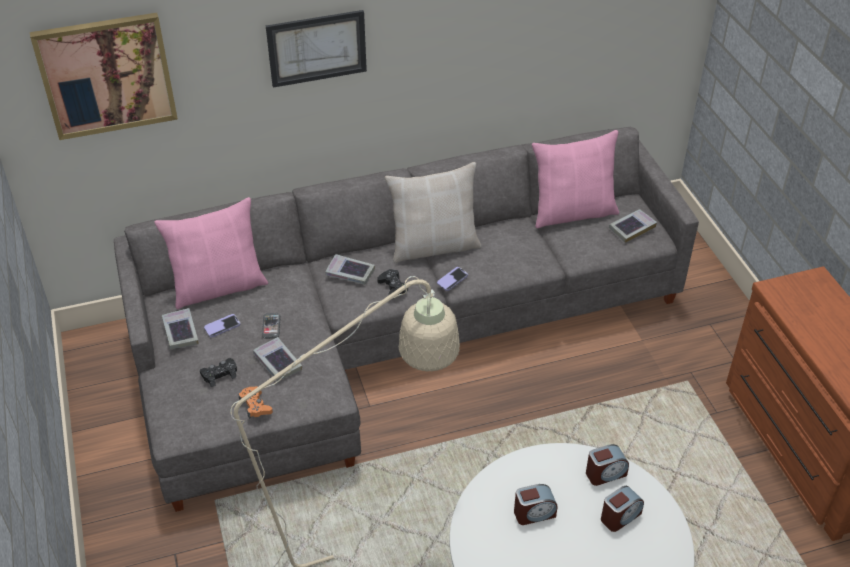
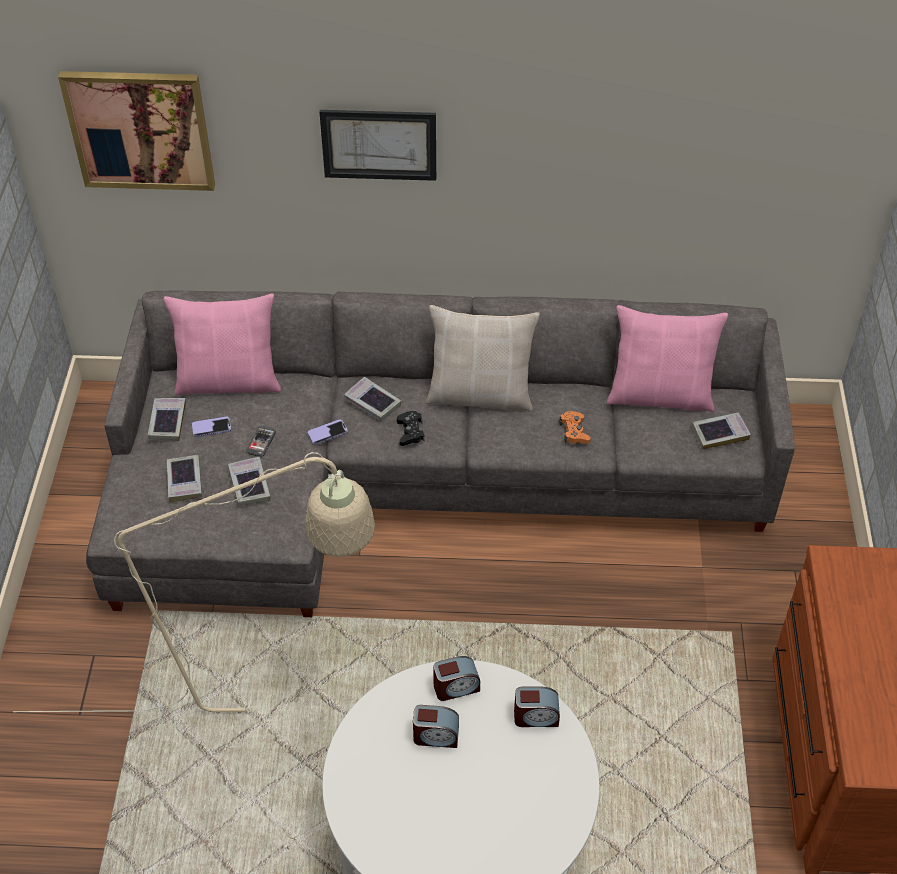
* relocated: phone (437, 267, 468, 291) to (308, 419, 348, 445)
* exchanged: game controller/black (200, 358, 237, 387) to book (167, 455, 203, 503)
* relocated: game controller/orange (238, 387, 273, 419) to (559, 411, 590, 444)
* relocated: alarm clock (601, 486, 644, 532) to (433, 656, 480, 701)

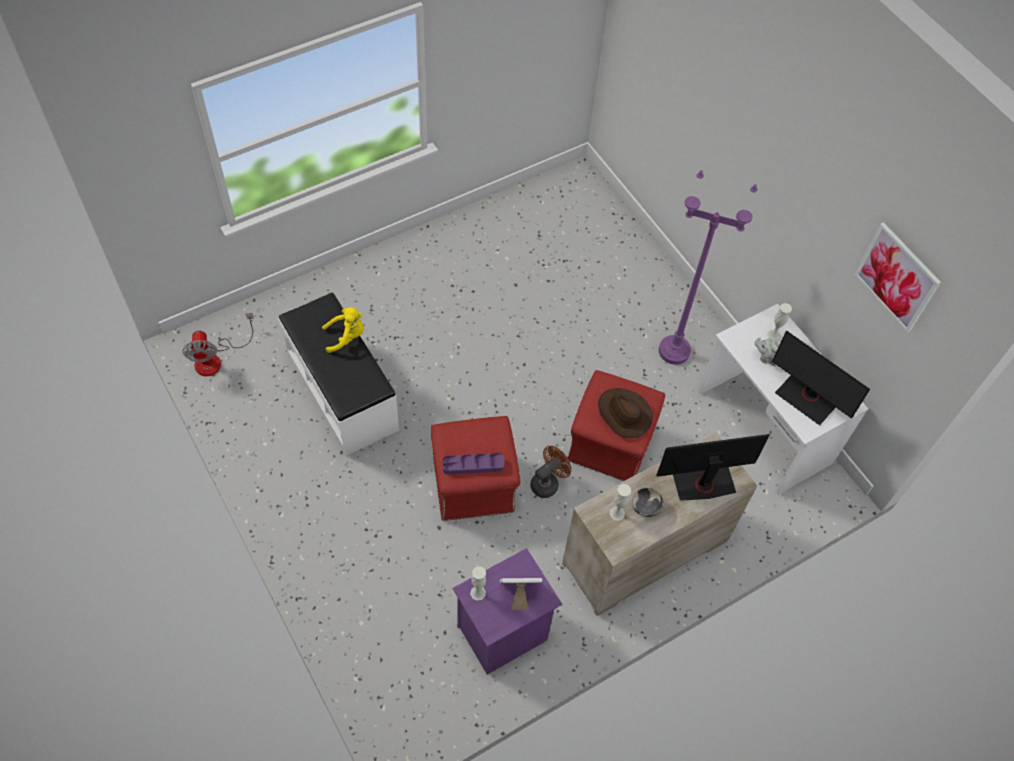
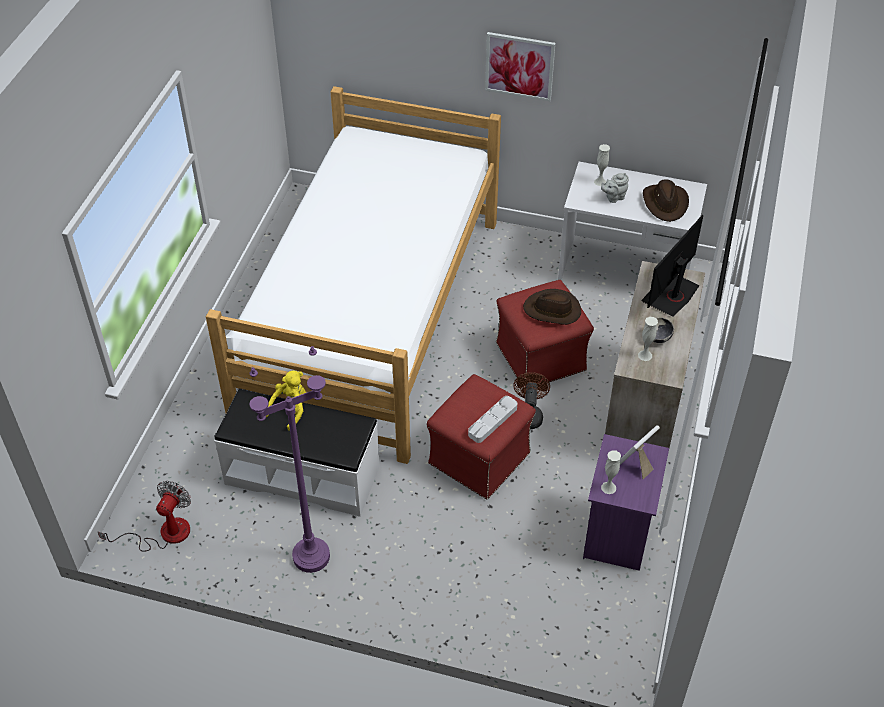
* relocated: floor lamp/purple (659, 170, 758, 365) to (250, 346, 330, 573)
* relocated: picture (854, 222, 941, 333) to (485, 32, 555, 101)
* spun: fan (182, 313, 254, 376) = (97, 481, 191, 552) 105 degrees counterclockwise
* exchanged: monitor (772, 330, 870, 425) to hat/brown (643, 179, 689, 222)
* colour: tray/purple (443, 453, 505, 475) to tray/grey (468, 396, 517, 443)
* appeared: bed (206, 86, 501, 464)

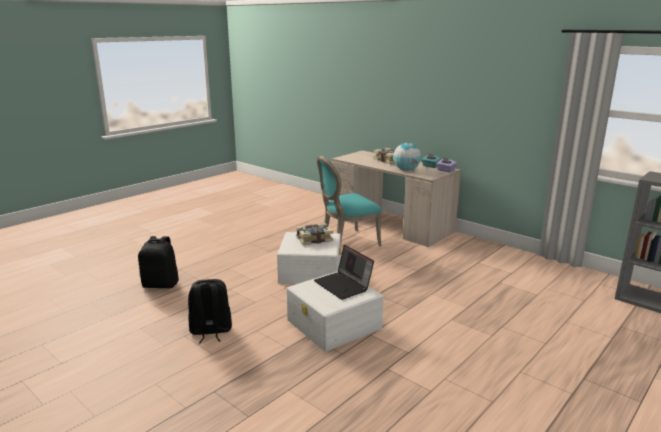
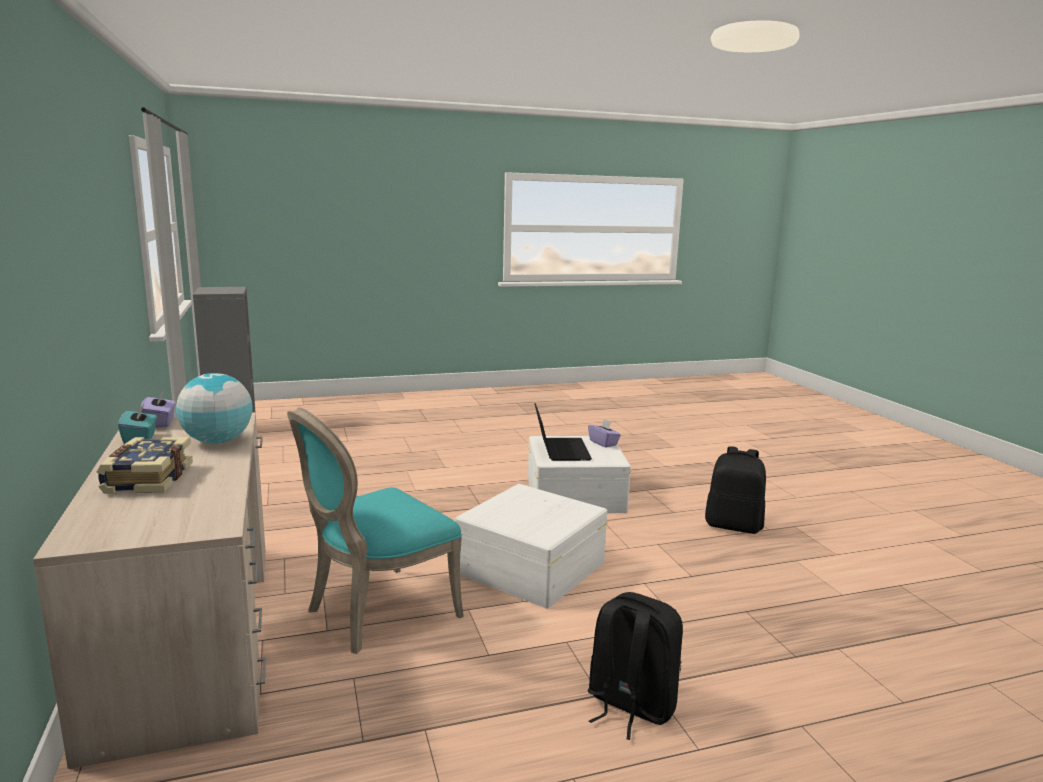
* spun: chair/turquoise (316, 156, 382, 249) = (287, 408, 464, 654) 135 degrees clockwise
* missing: book (296, 223, 333, 245)
* relocated: backpack/black (138, 236, 179, 288) to (588, 592, 683, 740)
* appeared: tissue box/purple (588, 419, 621, 447)

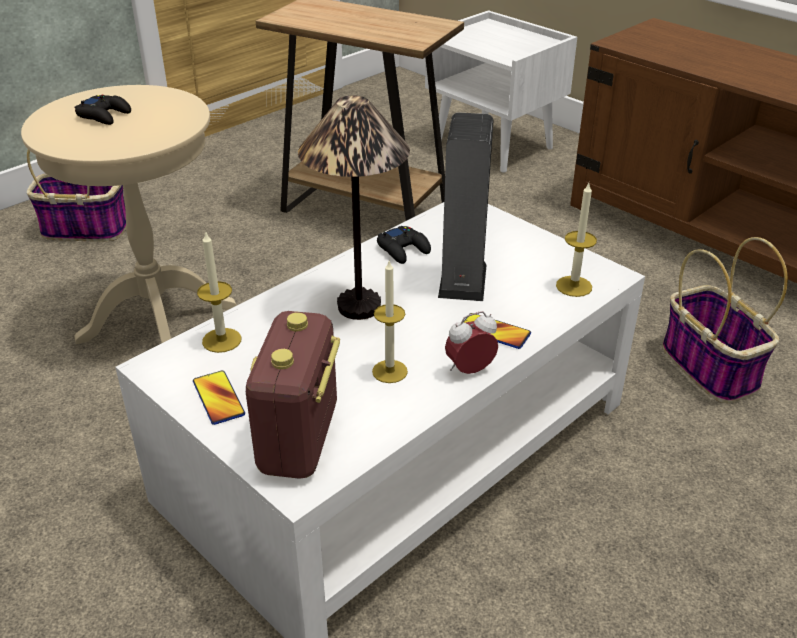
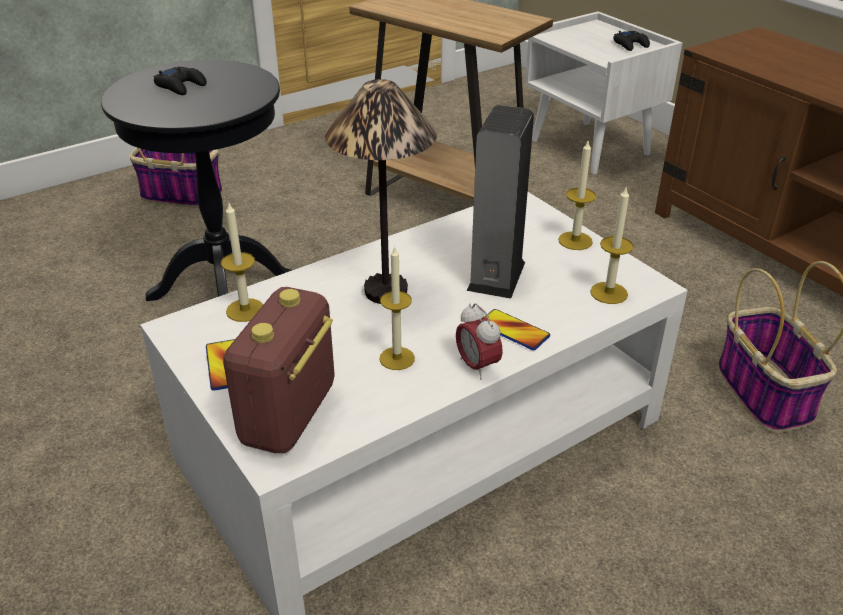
* colour: side table/beige (21, 85, 237, 344) to side table/black (101, 60, 292, 301)
* relocated: game controller/black (377, 226, 431, 264) to (613, 31, 650, 51)
* spun: alarm clock (445, 311, 498, 374) = (456, 303, 503, 380) 105 degrees counterclockwise
* appeared: candle (558, 141, 596, 250)

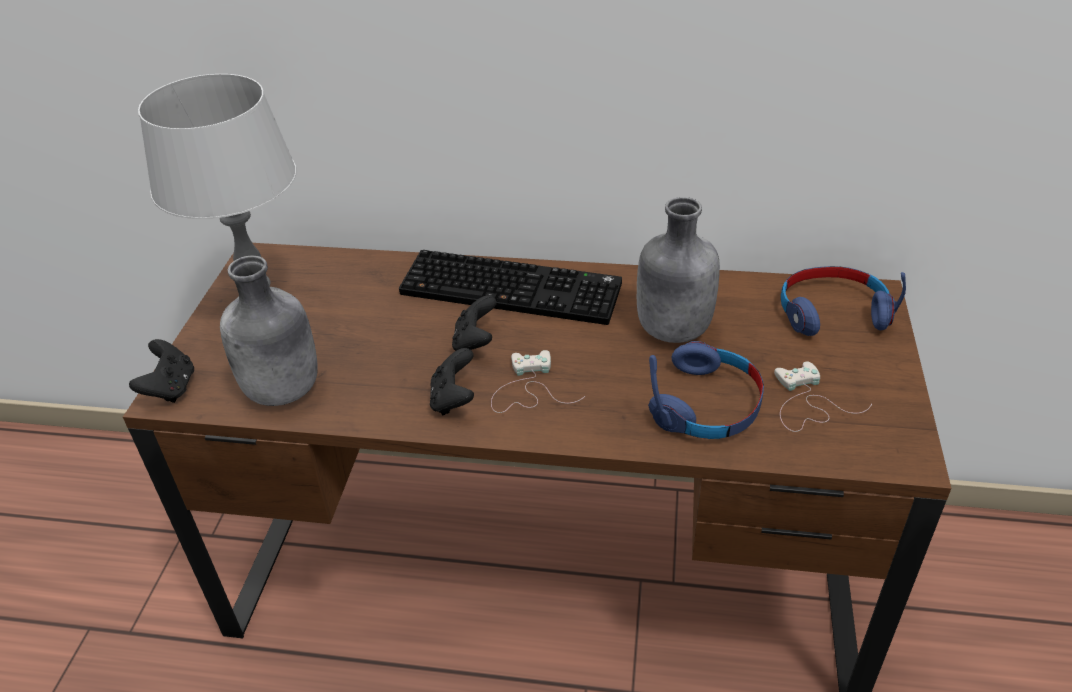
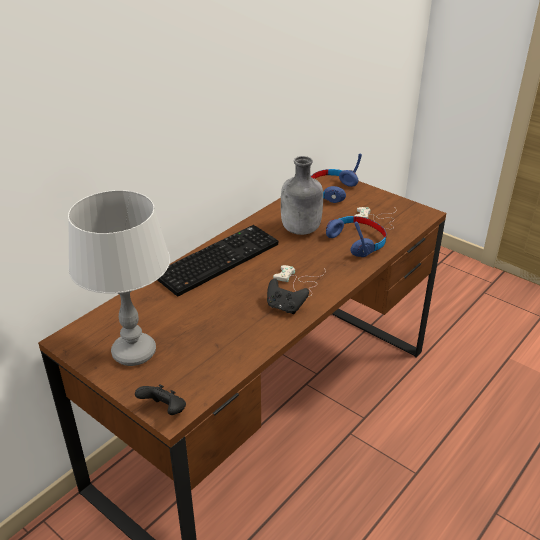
* missing: bottle/grey (220, 256, 318, 406)
* missing: game controller/black (452, 295, 497, 351)

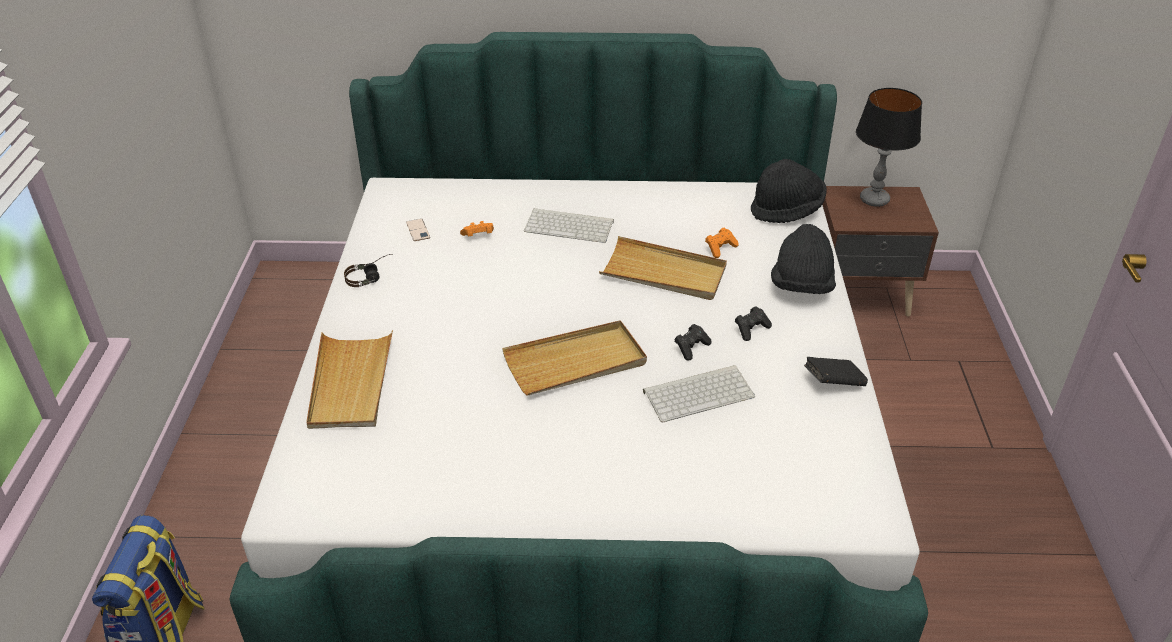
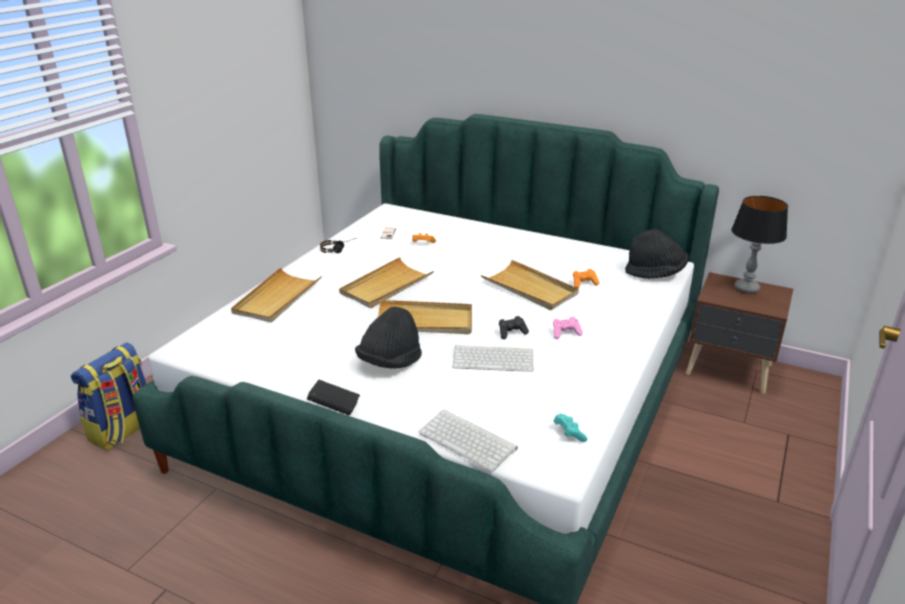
* relocated: keyboard (524, 208, 614, 243) to (419, 409, 518, 472)
* relocated: hat/black (771, 224, 836, 294) to (355, 307, 422, 369)
* colour: game controller/black (735, 307, 772, 341) to game controller/pink (553, 317, 583, 339)
* relocated: book/black (804, 357, 868, 386) to (307, 380, 360, 416)
* appeared: tray/beige (339, 257, 434, 308)
* appeared: game controller/turquoise (554, 414, 587, 442)

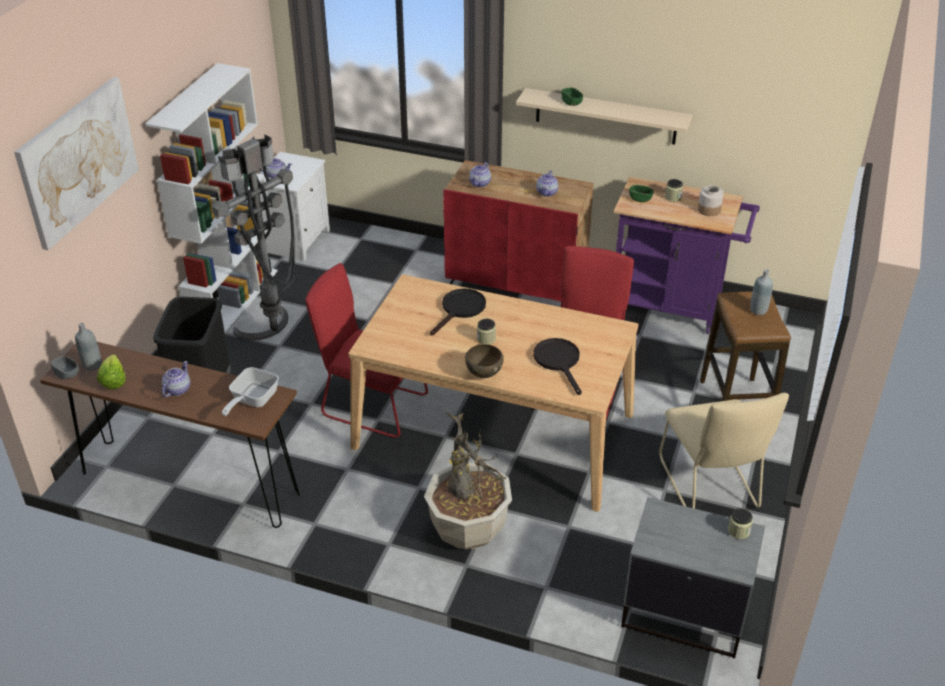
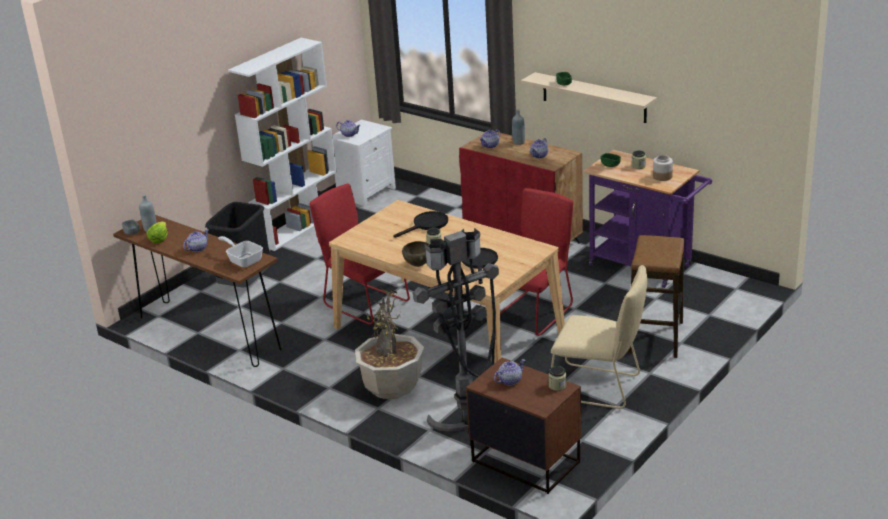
* missing: picture (14, 77, 139, 250)
* relocated: floor lamp/grey (212, 135, 295, 341) to (413, 228, 499, 432)
* relocated: bottle/grey (750, 269, 773, 315) to (512, 109, 525, 145)
* spun: frying pan (222, 367, 279, 416) = (218, 236, 263, 268) 90 degrees clockwise
* spun: chair/beige (659, 393, 789, 509) = (551, 265, 647, 409) 75 degrees counterclockwise
* colour: nightstand/grey (621, 497, 765, 658) to nightstand/brown (466, 358, 581, 494)
* appeared: teapot (494, 359, 525, 386)

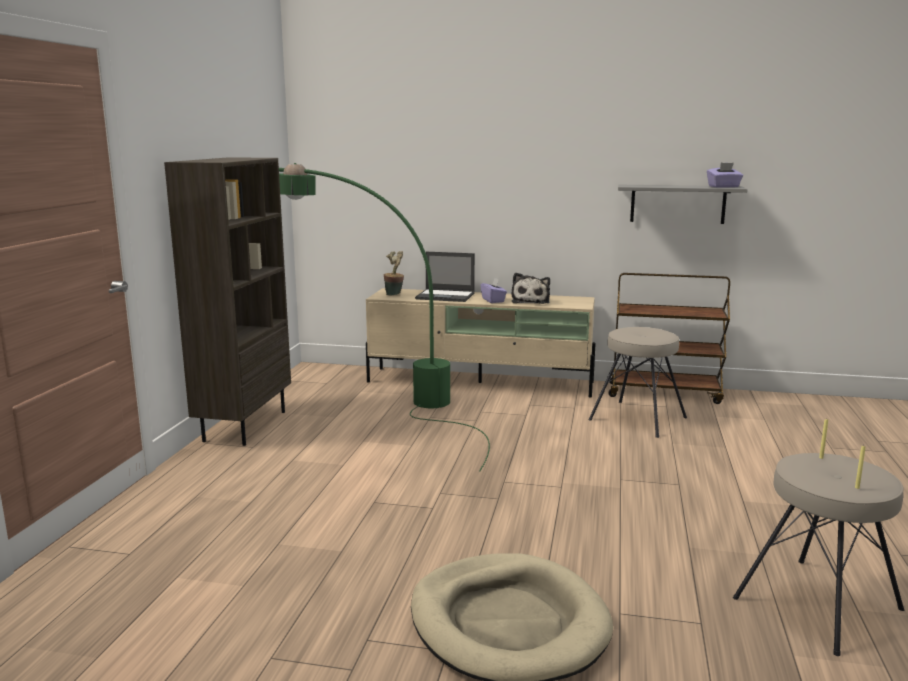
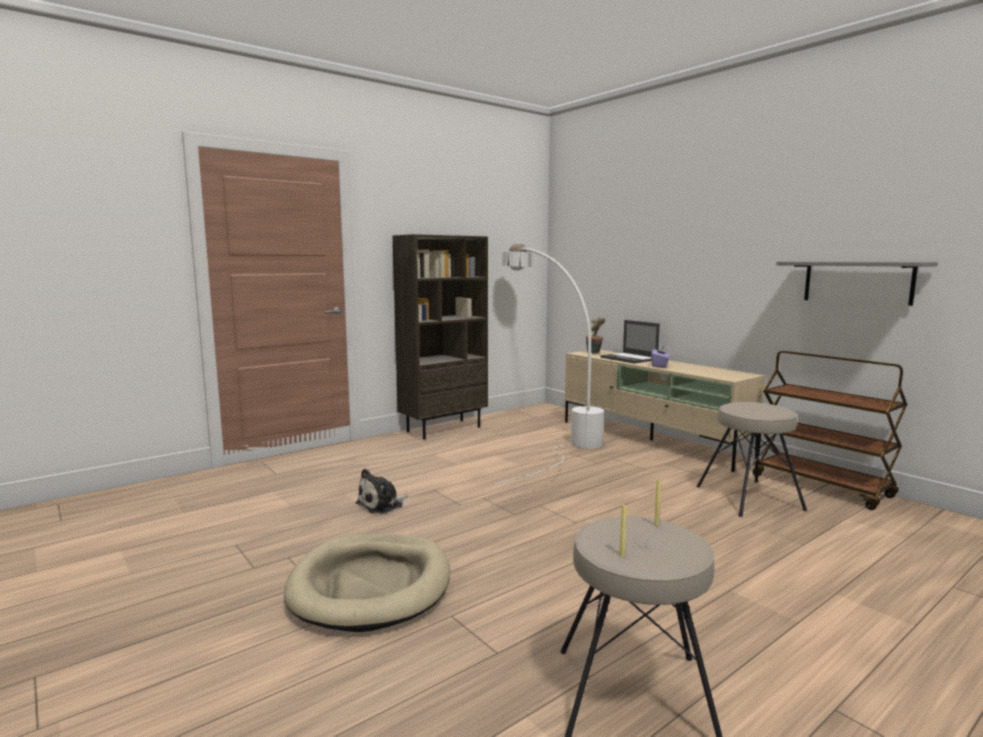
* colour: floor lamp/green (279, 163, 490, 471) to floor lamp/white (495, 243, 604, 484)
* missing: tissue box/purple (707, 163, 743, 188)
* relocated: plush toy (511, 272, 550, 304) to (356, 468, 408, 513)

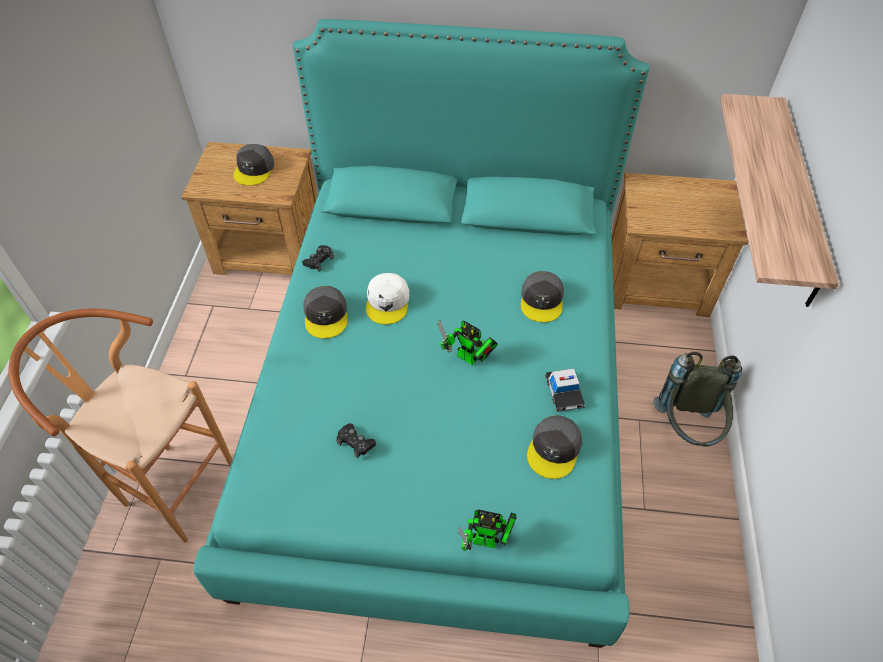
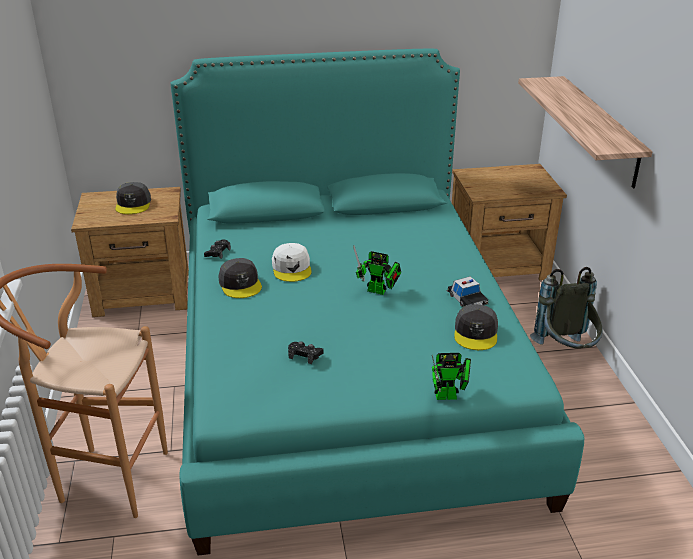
* missing: cap/grey (521, 271, 564, 323)

